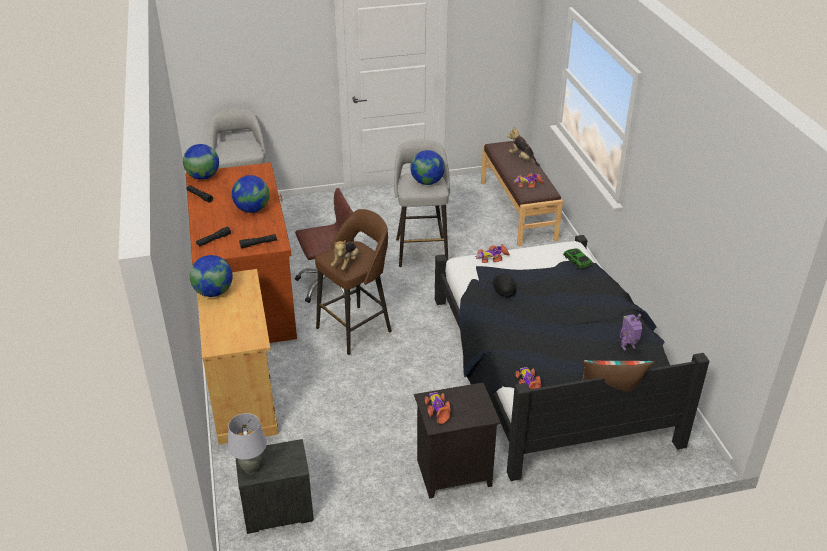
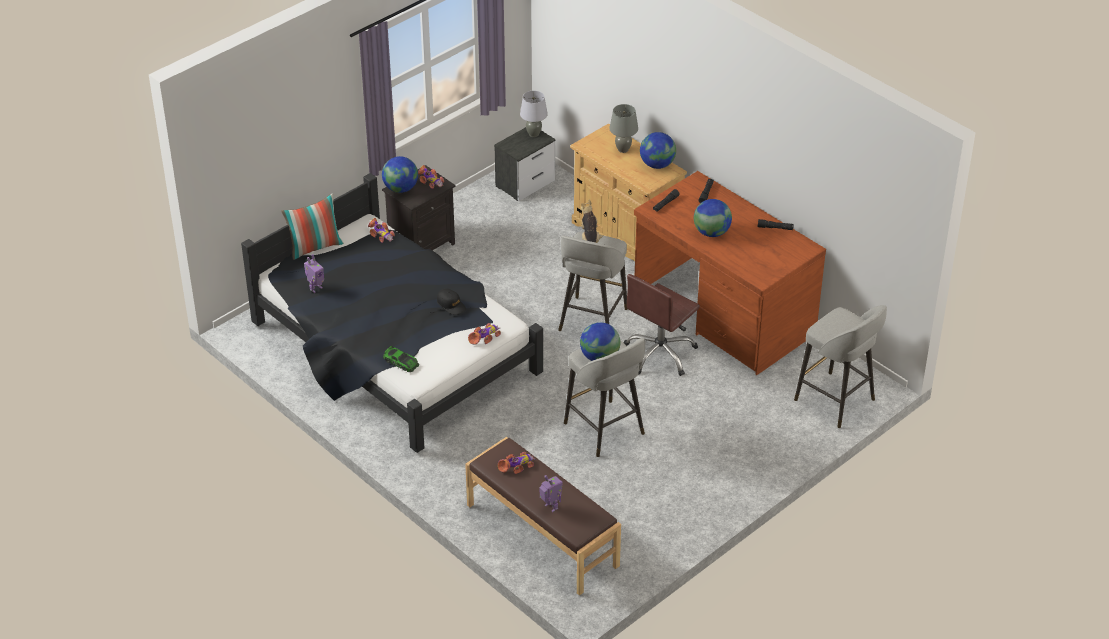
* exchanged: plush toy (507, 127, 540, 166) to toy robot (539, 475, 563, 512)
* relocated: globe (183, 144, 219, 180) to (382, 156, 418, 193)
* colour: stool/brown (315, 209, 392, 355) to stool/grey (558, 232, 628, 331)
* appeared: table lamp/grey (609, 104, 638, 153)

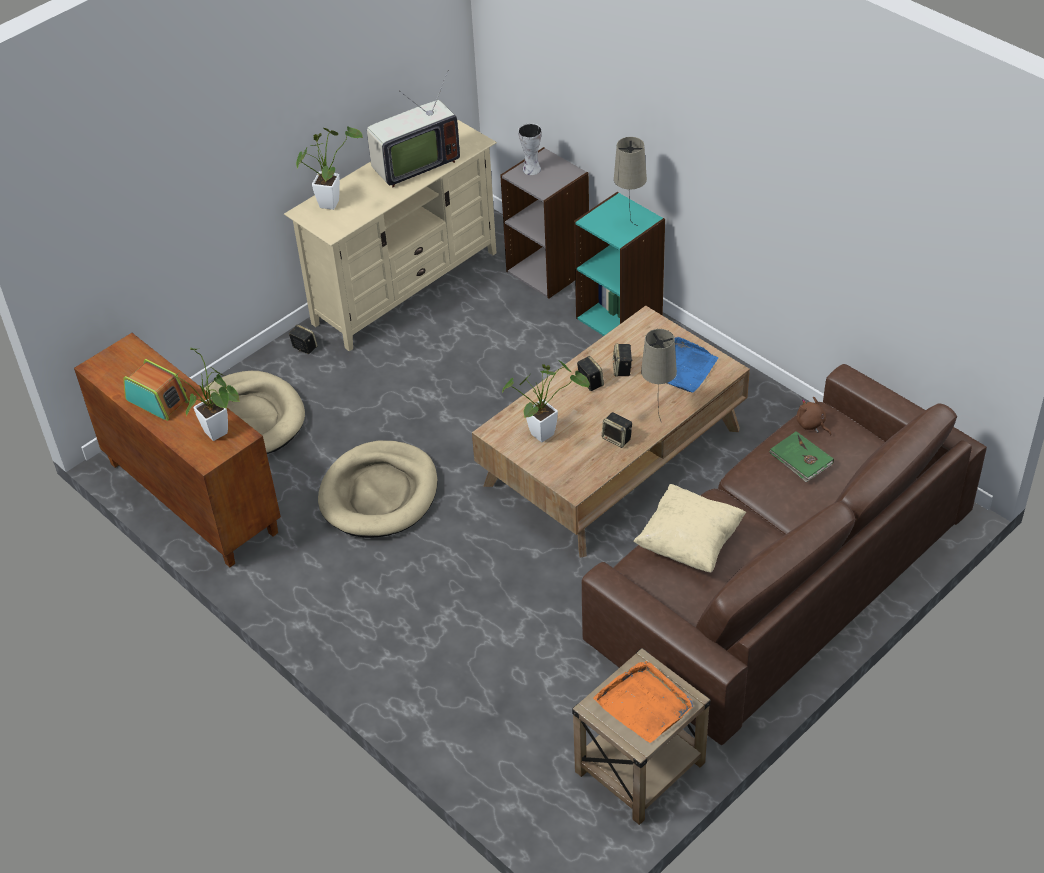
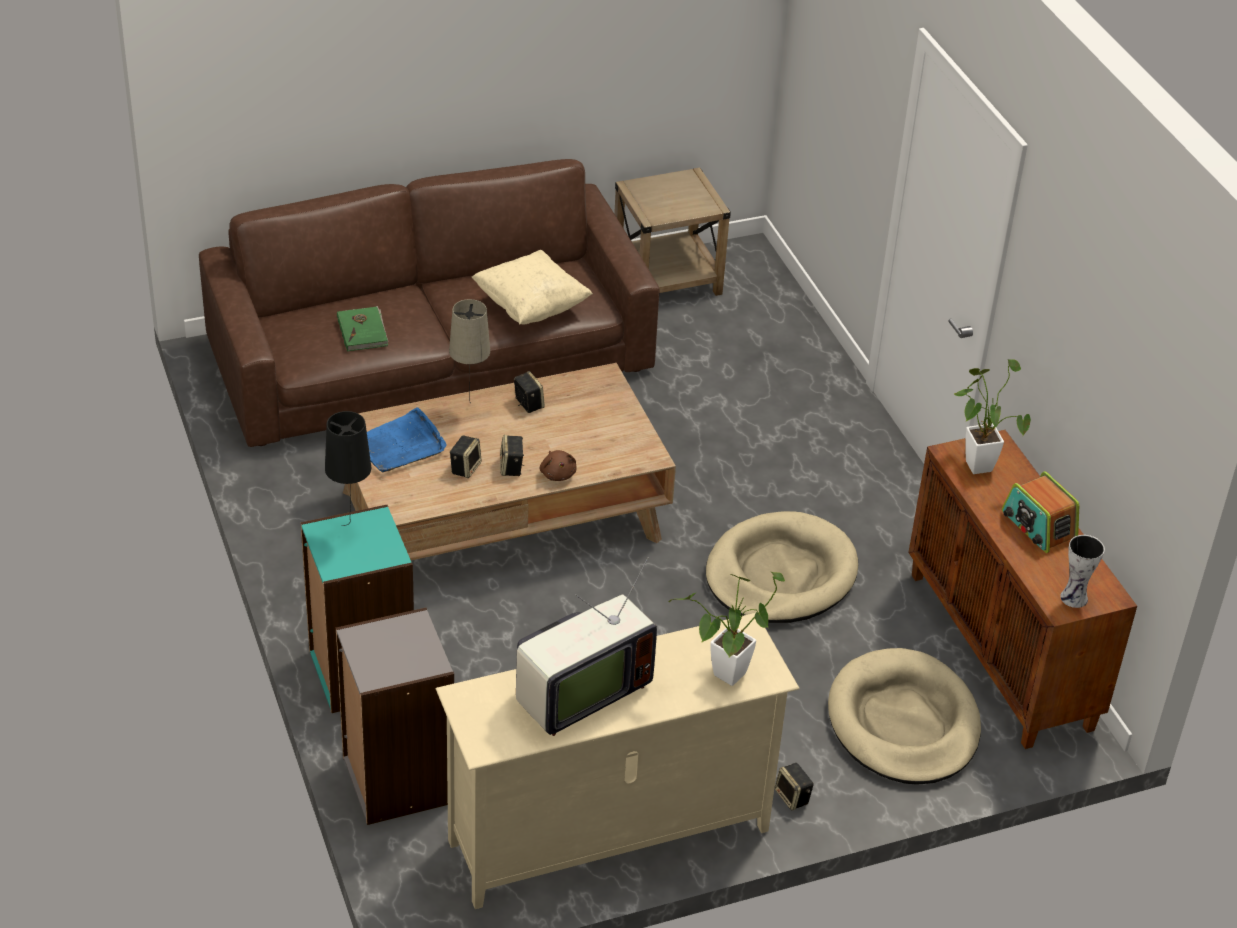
* spun: television (367, 71, 460, 187) = (516, 557, 657, 736) 150 degrees clockwise
* relocated: vase (518, 123, 542, 175) to (1060, 535, 1105, 608)
* colour: table lamp/beige (614, 137, 647, 226) to table lamp/black (325, 411, 371, 526)
* missing: potted plant (502, 360, 590, 442)
* relocated: plush toy/brown (797, 397, 831, 435) to (540, 450, 577, 481)
* missing: tray/orange (593, 661, 693, 743)

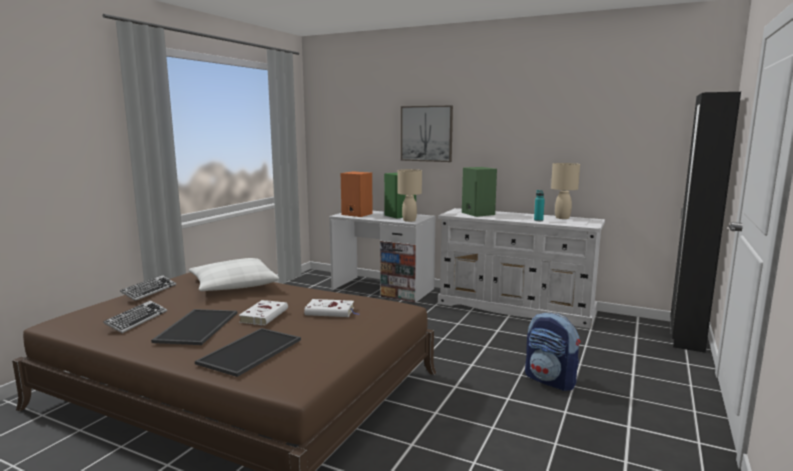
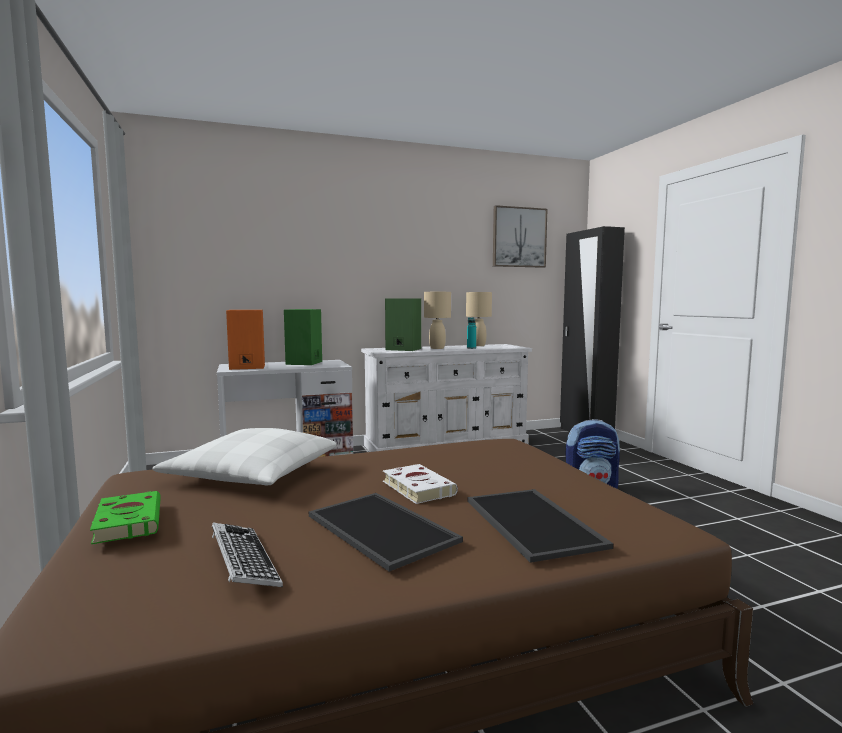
* relocated: picture (401, 106, 453, 162) to (493, 205, 547, 268)
* relocated: table lamp/beige (398, 169, 422, 222) to (424, 292, 451, 349)
* exchanged: keyboard (120, 275, 176, 301) to book/green (90, 491, 161, 544)
* missing: book/white (304, 299, 360, 317)

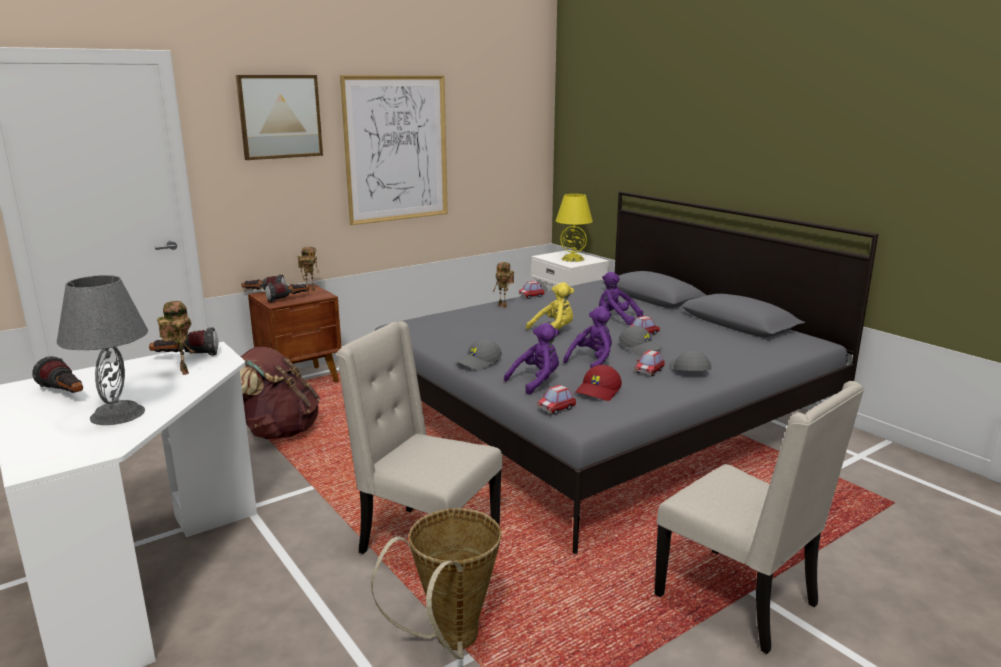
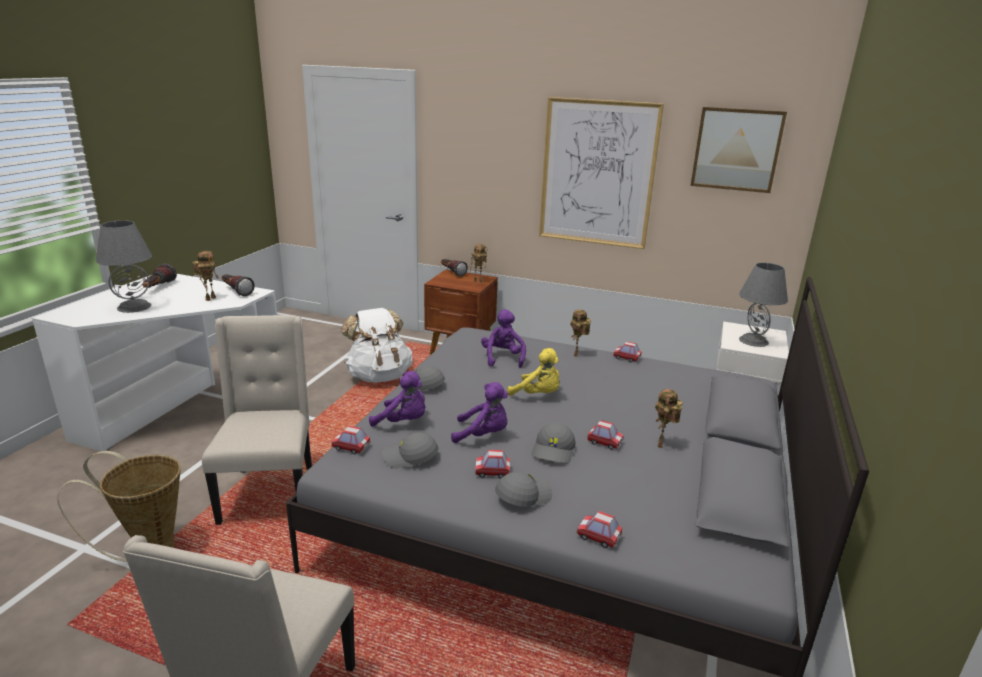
* relocated: picture (236, 75, 323, 160) to (691, 107, 787, 193)
* colour: table lamp/yellow (556, 194, 593, 262) to table lamp/grey (739, 263, 788, 347)
* relocated: plush toy/purple (599, 272, 643, 325) to (481, 309, 526, 368)
* missing: flashlight (265, 283, 309, 303)
* colour: backpack/brown (240, 347, 320, 439) to backpack/white (341, 308, 412, 383)
* colour: cap/red (575, 365, 622, 401) to cap/grey (382, 432, 438, 469)
* appeared: toy robot (655, 389, 682, 448)
* appeared: toy car (576, 511, 622, 548)

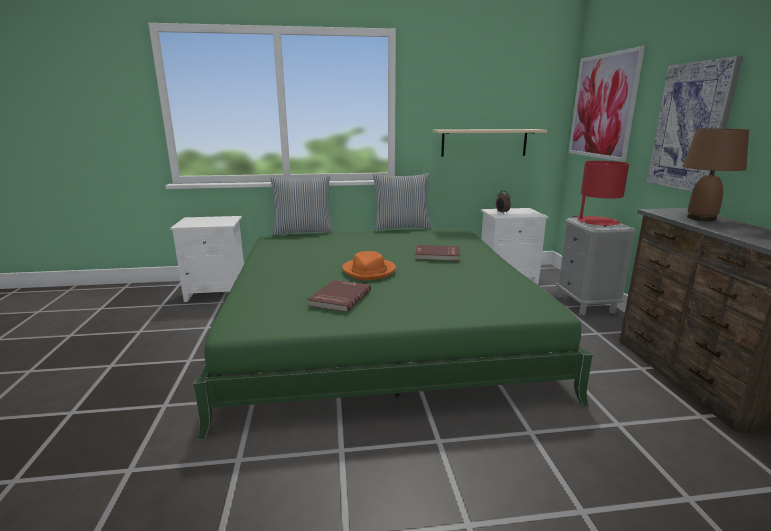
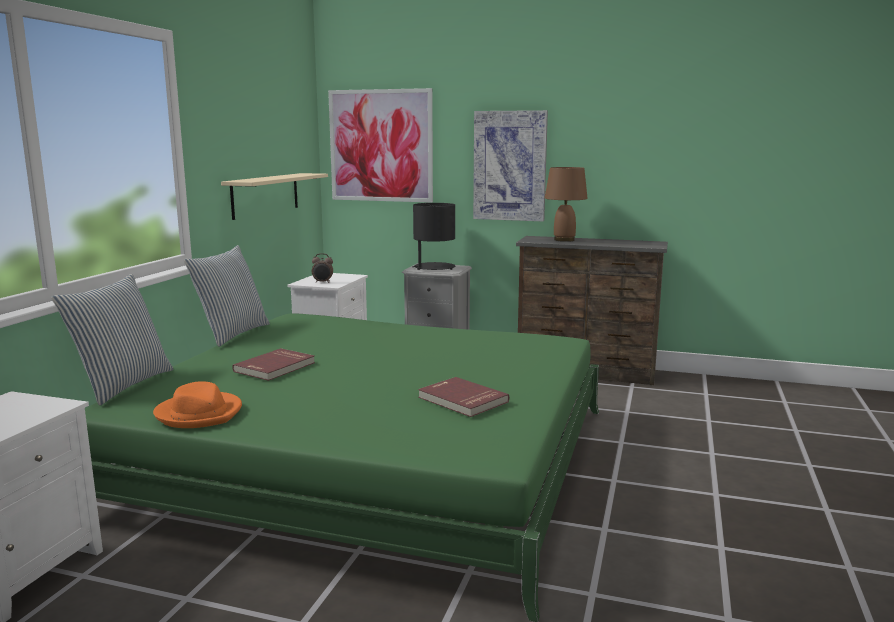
* colour: table lamp/red (572, 161, 629, 227) to table lamp/black (412, 203, 455, 270)
* relocated: book/red (415, 245, 460, 261) to (232, 348, 315, 381)
* relocated: hat/orange (342, 251, 396, 280) to (153, 381, 242, 428)

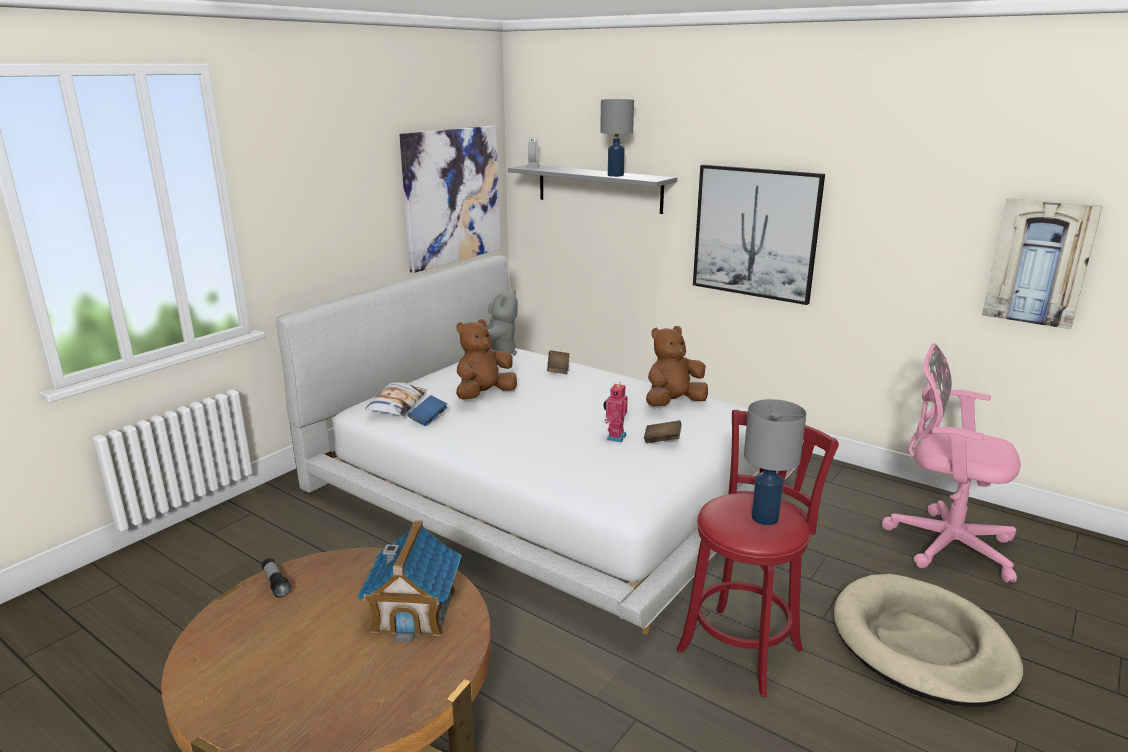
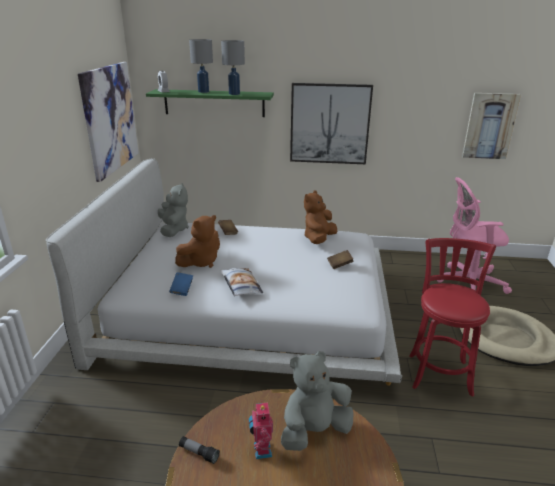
* colour: shelf/grey (508, 165, 677, 214) to shelf/green (146, 89, 274, 117)
* spun: plush toy/brown (456, 319, 517, 400) = (175, 215, 220, 268) 150 degrees counterclockwise
* relocated: pillow (365, 382, 427, 416) to (221, 268, 263, 296)
* relocated: toy robot (603, 382, 628, 443) to (249, 401, 273, 459)
* relocated: table lamp/grey (744, 399, 806, 525) to (189, 39, 213, 93)
* exchanged: toy house (357, 520, 462, 642) to plush toy/grey (281, 351, 354, 451)

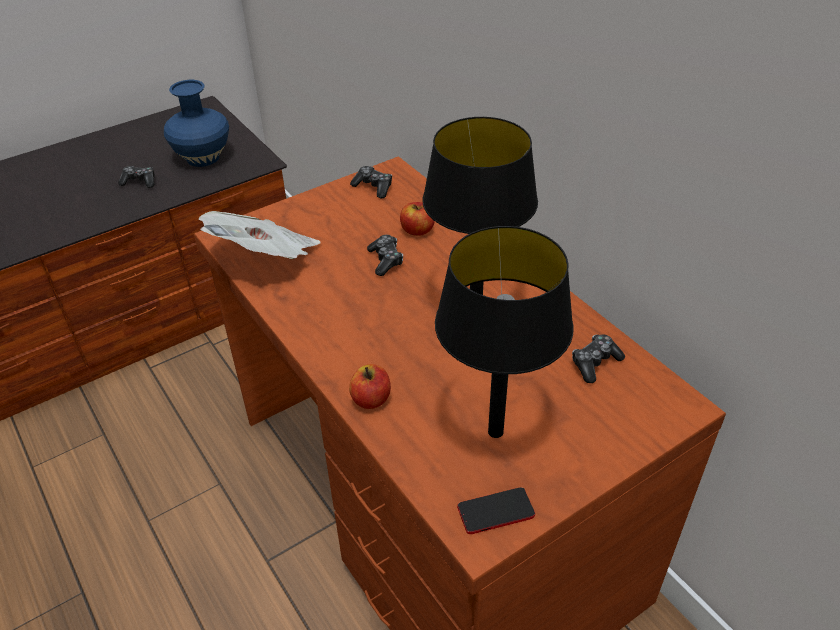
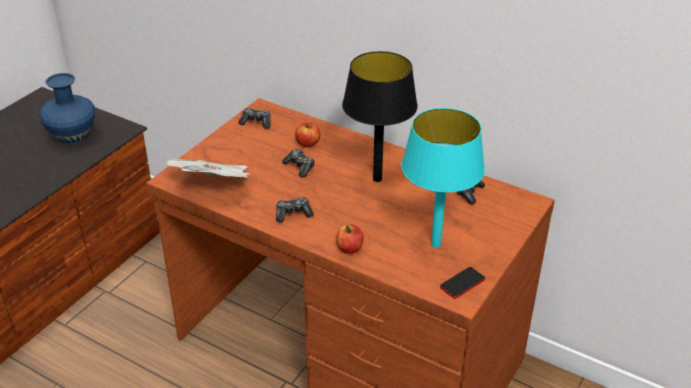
* relocated: game controller (118, 166, 155, 188) to (276, 197, 314, 222)
* colour: table lamp/black (435, 226, 574, 438) to table lamp/turquoise (401, 108, 485, 248)

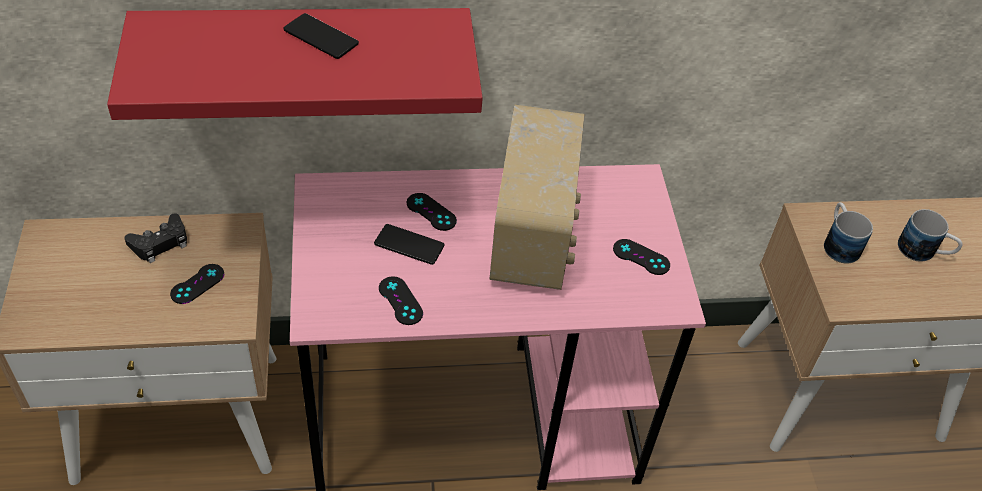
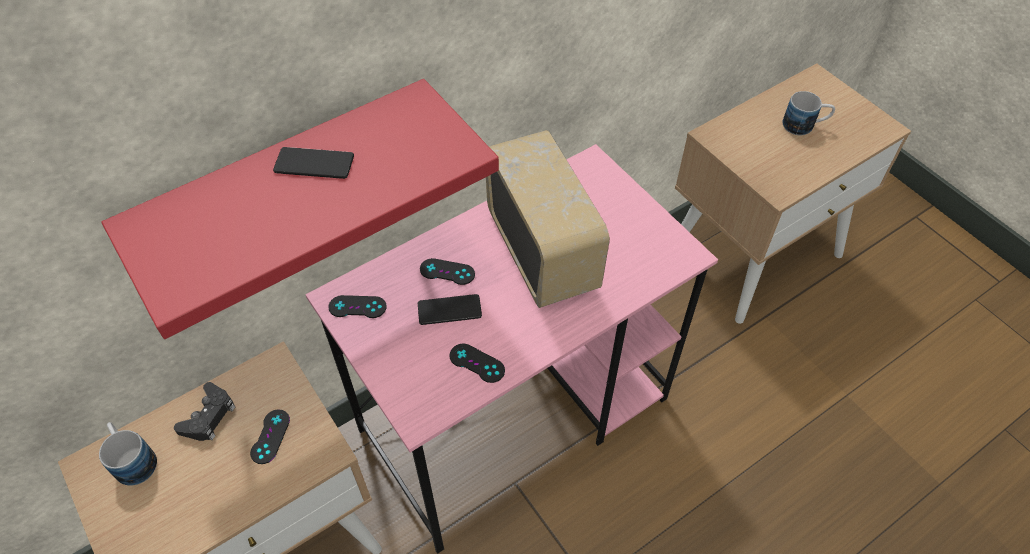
* relocated: mug (824, 202, 873, 264) to (99, 422, 157, 486)
* relocated: game controller/black (613, 239, 670, 275) to (328, 295, 387, 318)

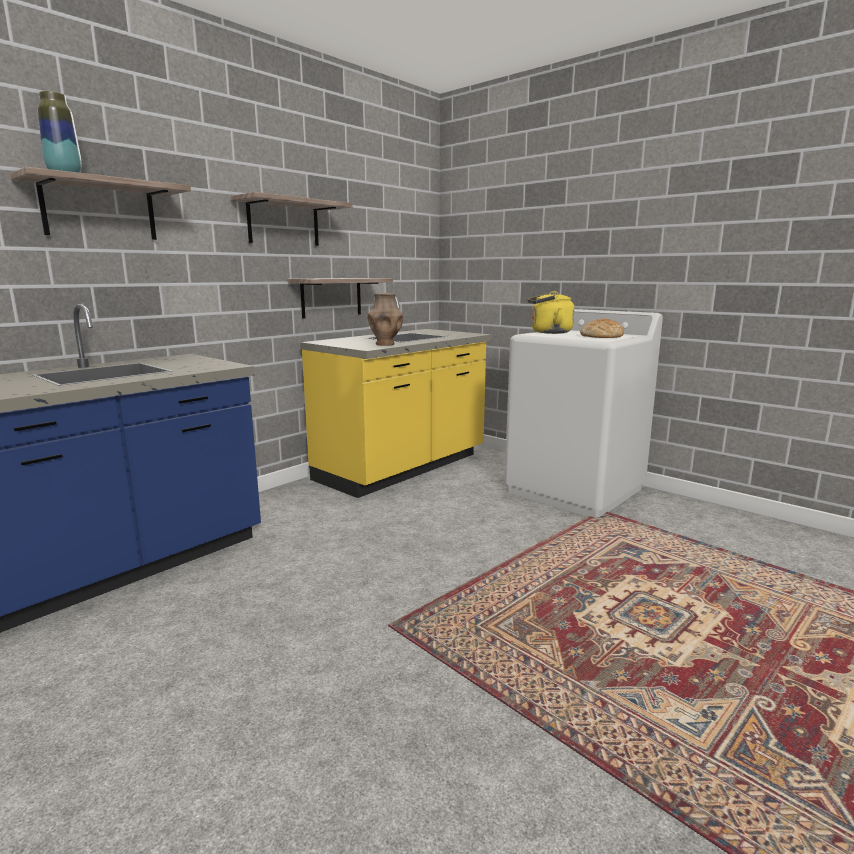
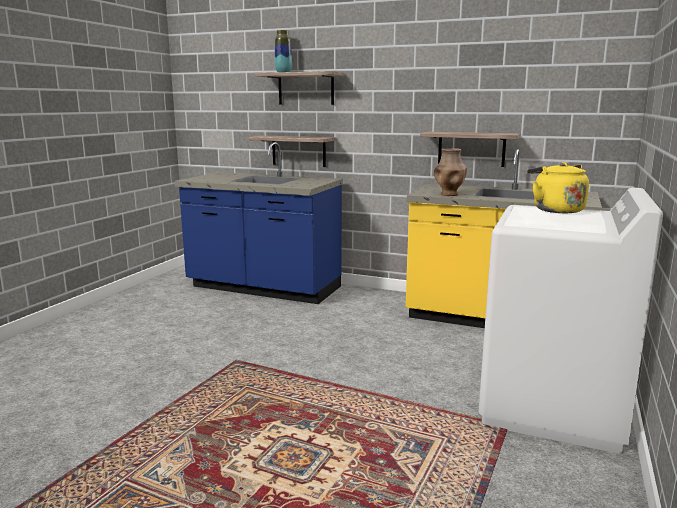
* relocated: shelf (231, 192, 352, 246) to (249, 136, 336, 167)
* missing: bread (580, 319, 624, 338)

